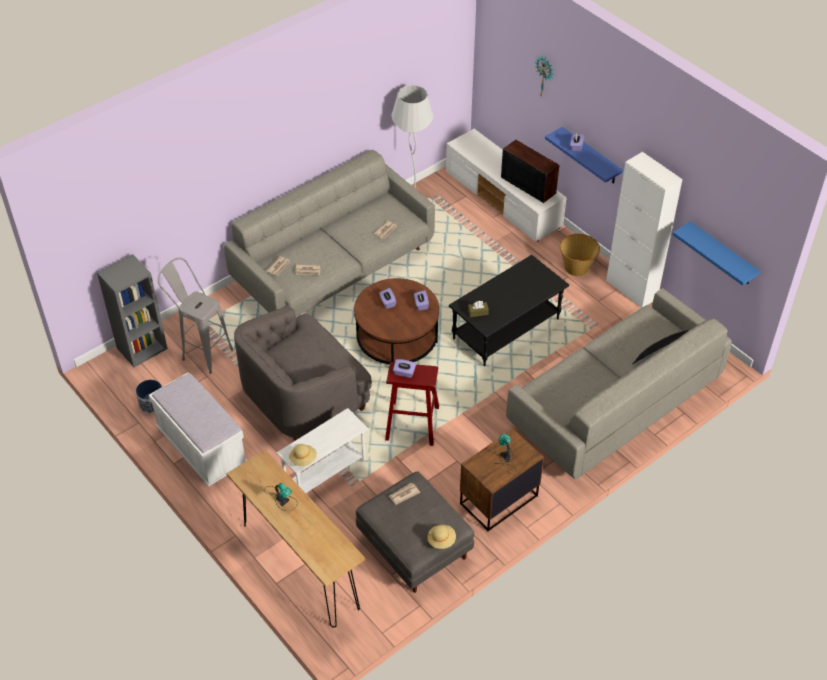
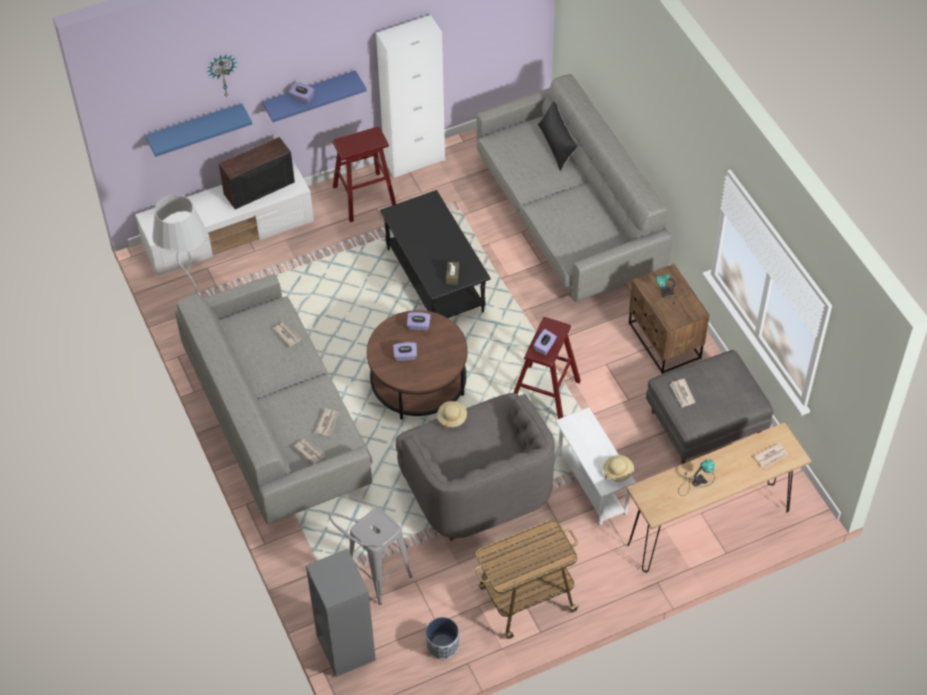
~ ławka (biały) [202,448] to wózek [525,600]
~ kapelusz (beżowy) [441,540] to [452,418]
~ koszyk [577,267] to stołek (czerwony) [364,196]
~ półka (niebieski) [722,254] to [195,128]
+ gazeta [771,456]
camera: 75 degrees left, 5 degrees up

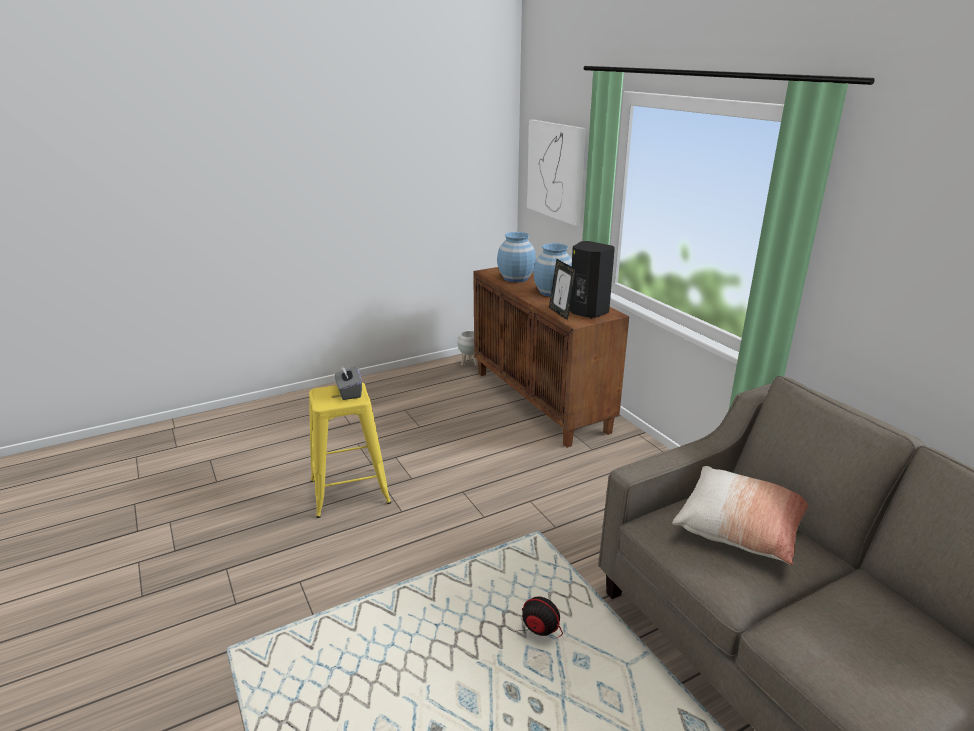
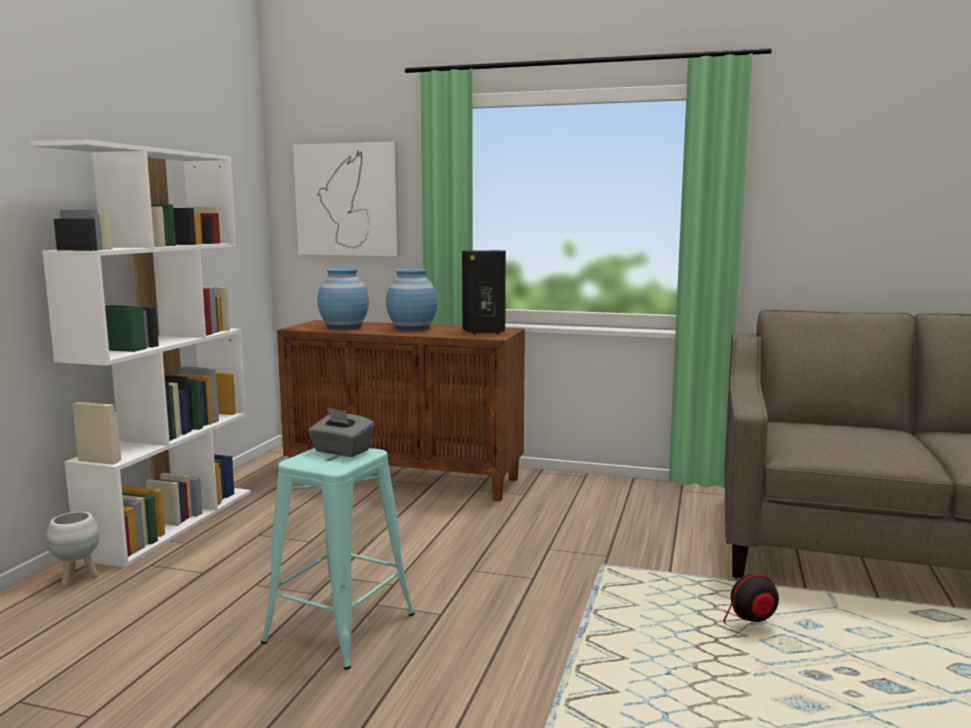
~ stołek (żółty) [350,492] to stołek (turkusowy) [340,628]
~ donica (biały) [469,363] to [78,579]
- ramka na zdjęcie [560,313]
- poduszka [740,528]
+ regał (biały) [171,522]
camera: 45 degrees left, 15 degrees down

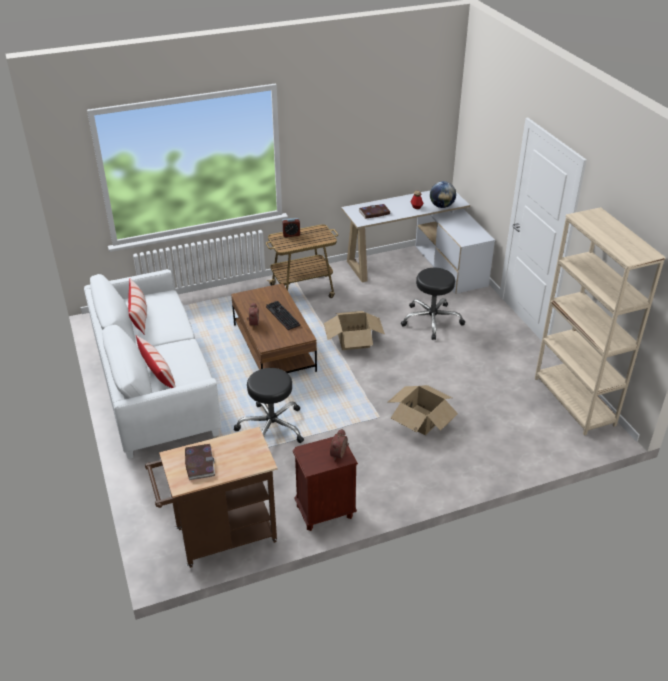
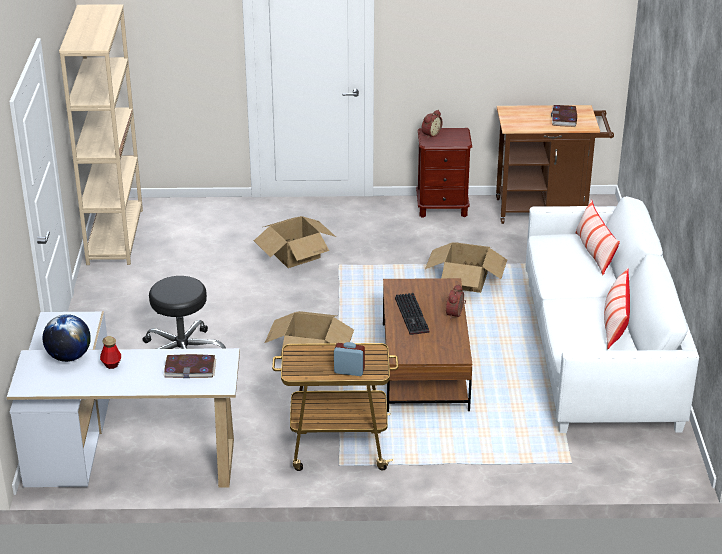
~ stołek (czarny) [271,427] to karton [465,280]
camera: 160 degrees left, 5 degrees down

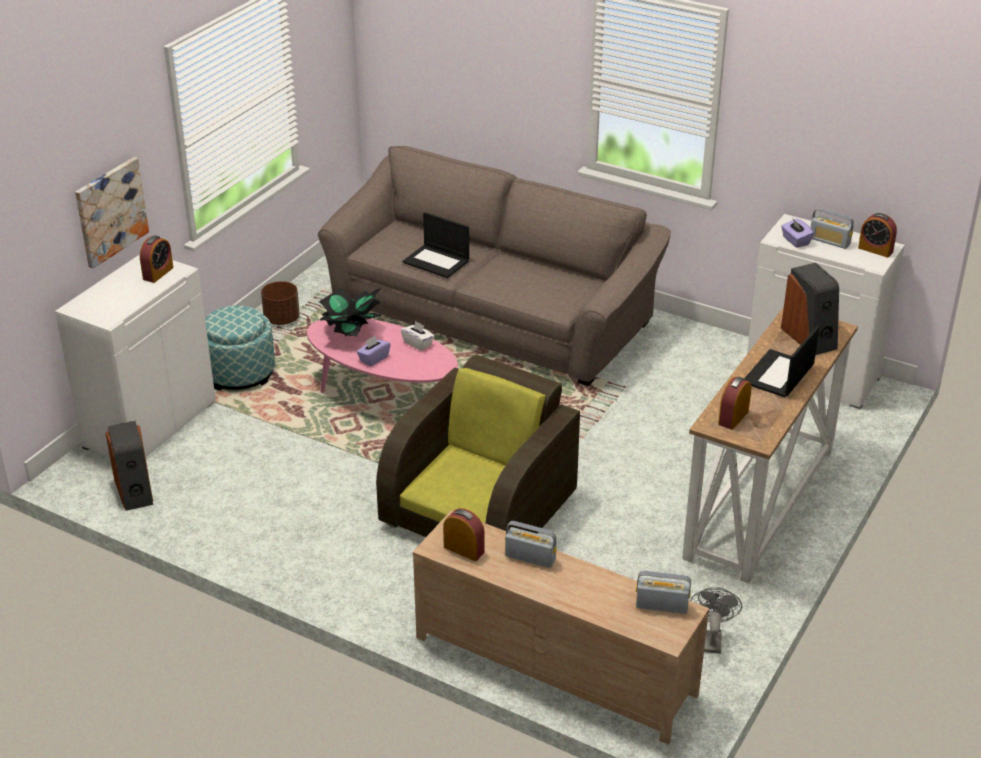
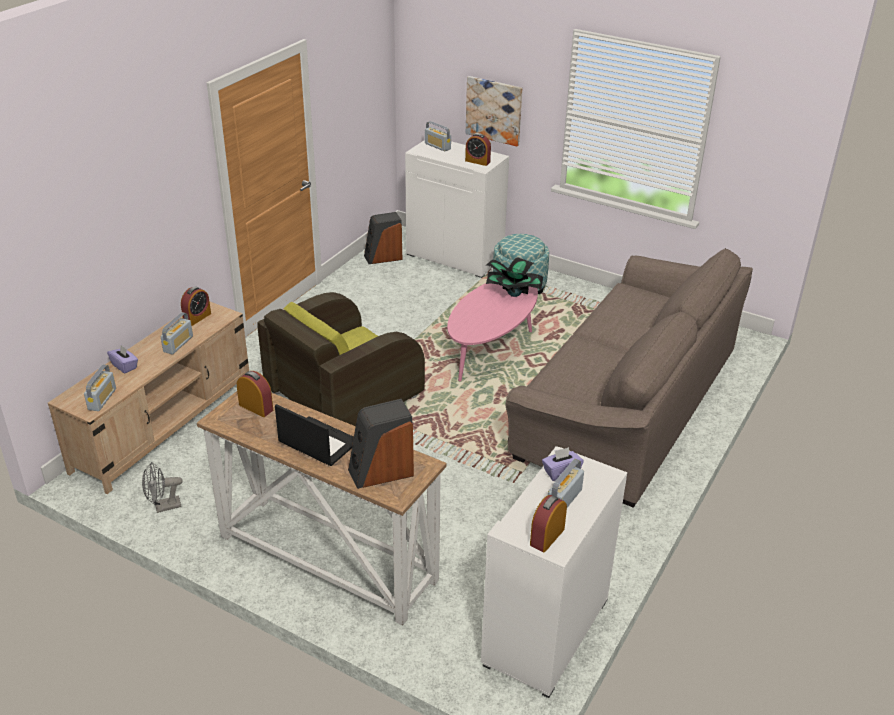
- donica (brązowy) [281,319]
~ pudełko chusteczek (fioletowy) [373,359] to [125,366]
~ fotel (brązowy) [480,510] = [343,394] 105 degrees clockwise
- pudełko chusteczek (biały) [418,343]
- laptop [437,261]
~ wentylator (szary) [711,639] = [163,507] 150 degrees clockwise
+ radio [437,146]
camera: 90 degrees right, 0 degrees up

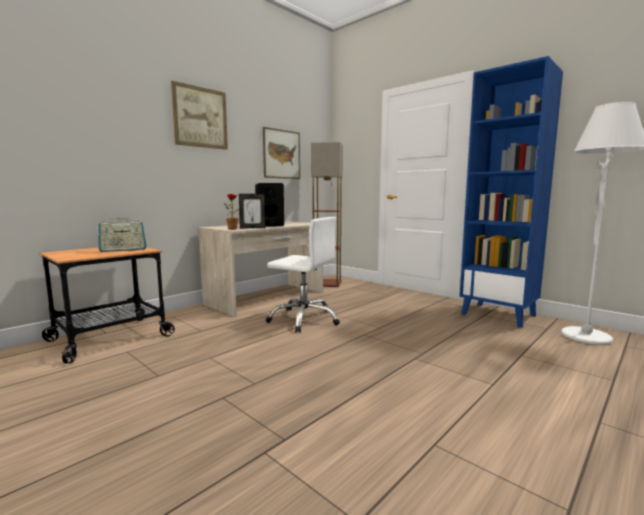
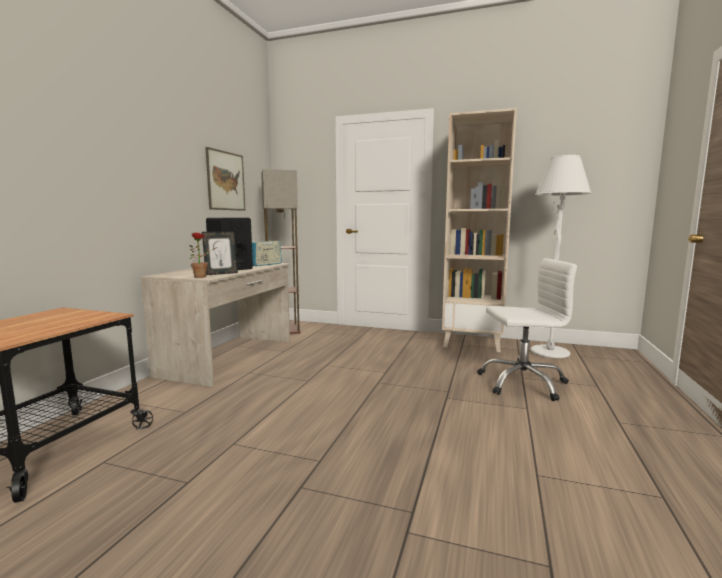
~ radio [123,250] to [266,264]
- obraz [200,117]
~ krzesło biurowe (biały) [304,319] to [522,383]
~ regał (niebieski) [499,315] to regał (beżowy) [473,343]
camera: 25 degrees left, 0 degrees up

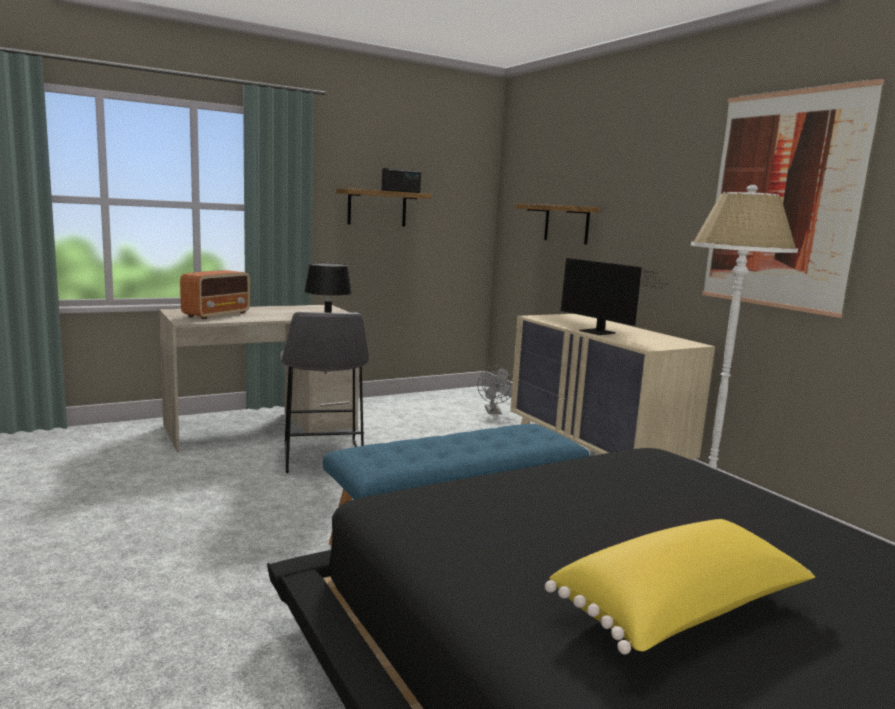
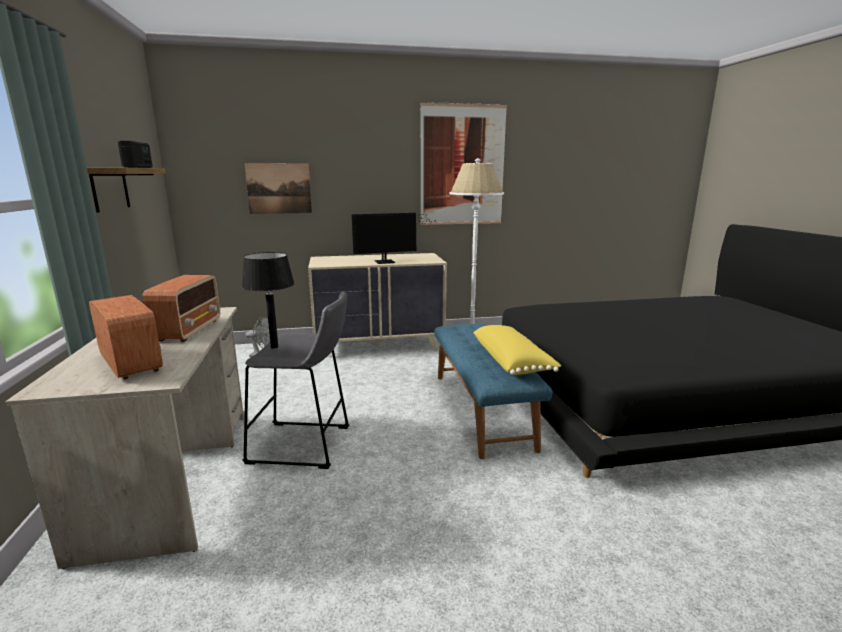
~ półka [566,224] to obraz [279,188]
~ poduszka (żółty) [682,613] to [512,361]
+ radio [189,330]
camera: 70 degrees left, 5 degrees up

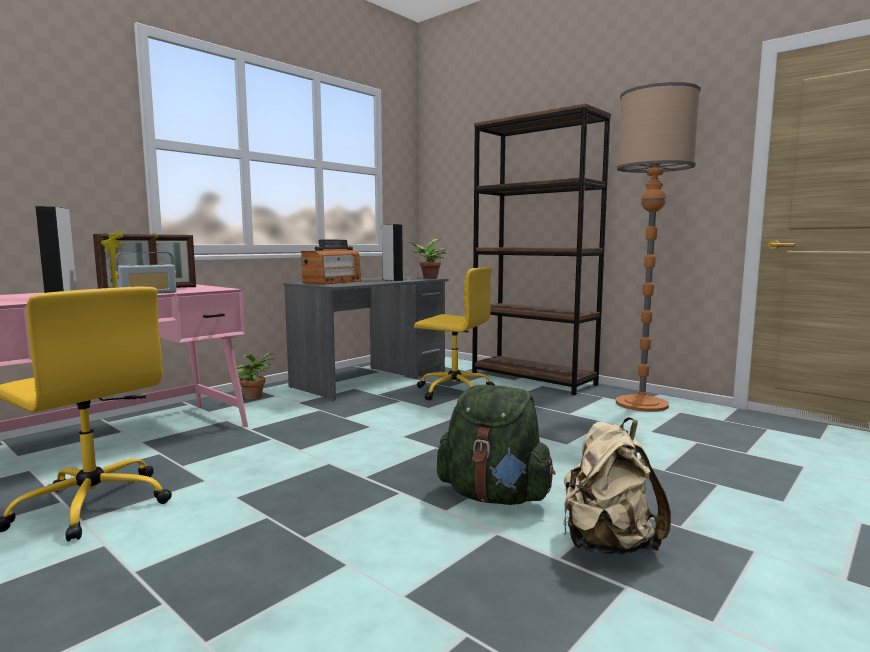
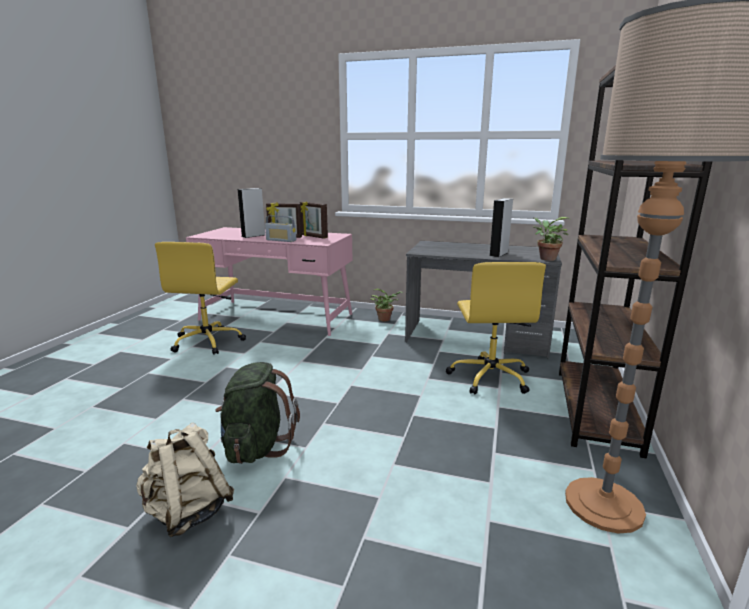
- radio [332,282]
camera: 65 degrees right, 10 degrees up

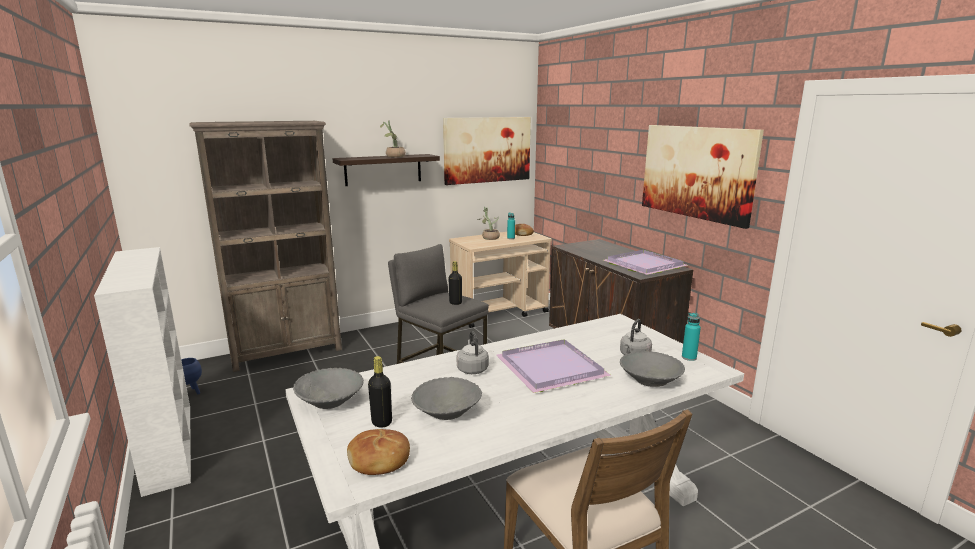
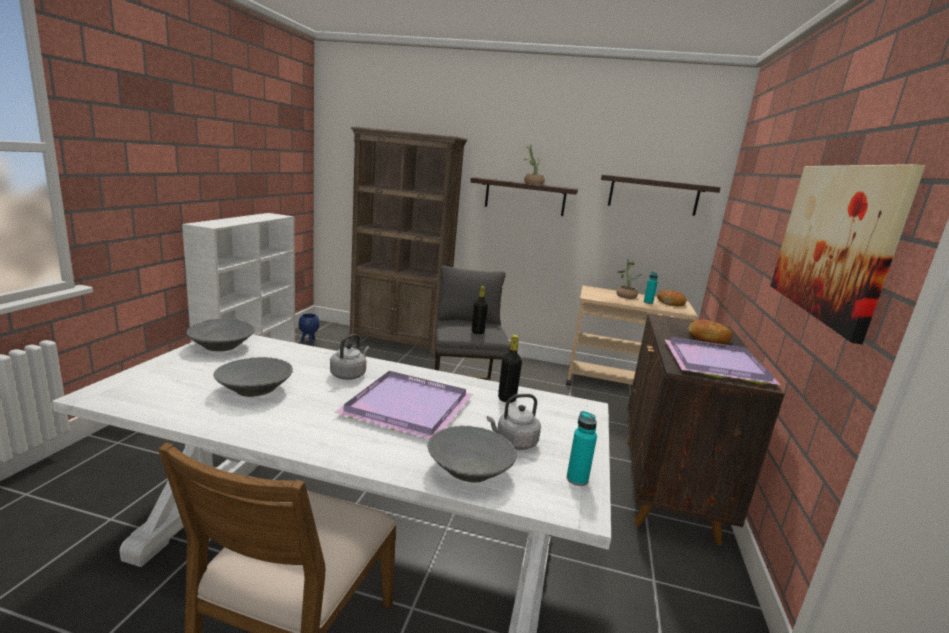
~ chleb [379,460] to [708,338]
~ butelka (czarny) [382,422] to [507,398]
~ obraz [487,150] to półka [653,195]
camera: 40 degrees right, 0 degrees up

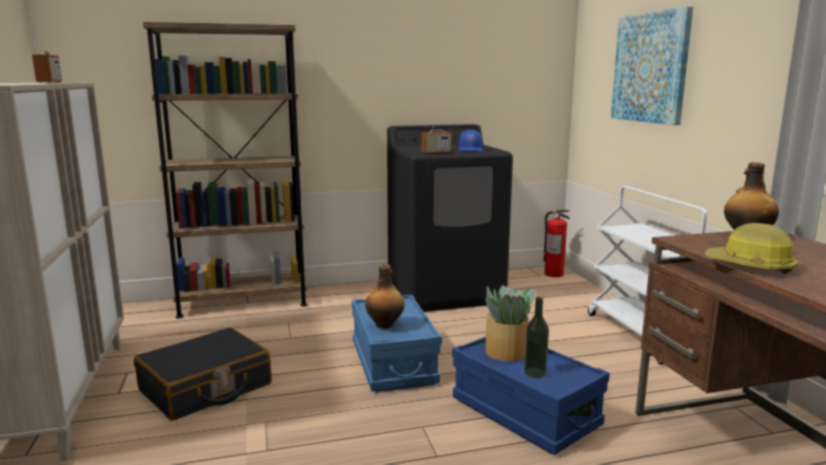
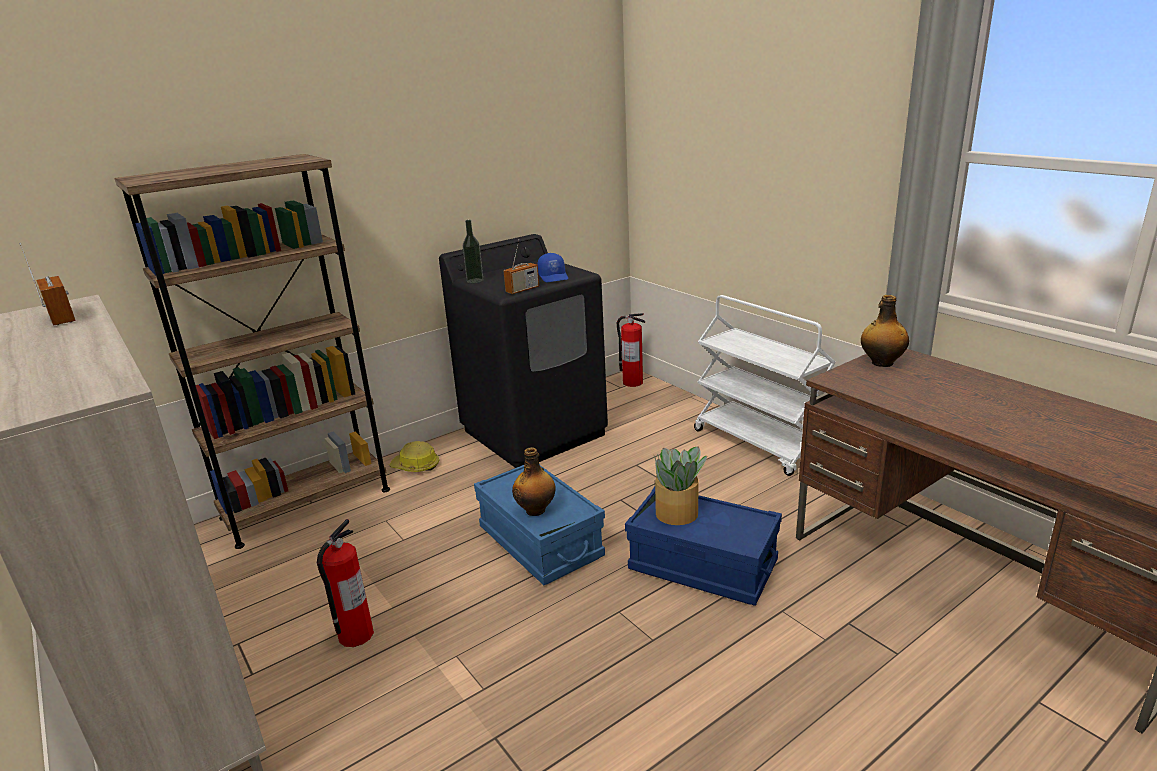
~ walizka (czarny) [206,388] to gaśnica [355,635]
~ butelka [535,372] to [475,281]
- obraz [650,68]
~ kask [750,266] to [416,466]
camera: 20 degrees left, 10 degrees up

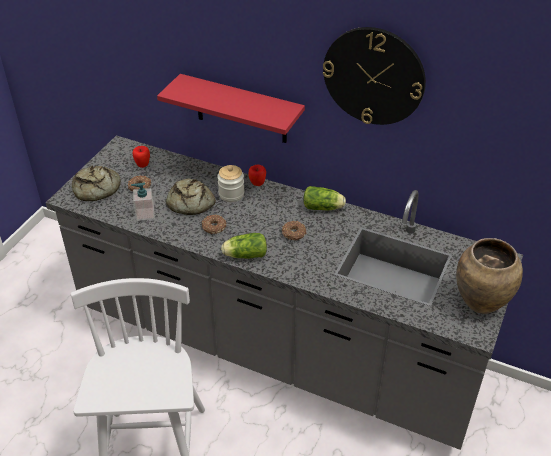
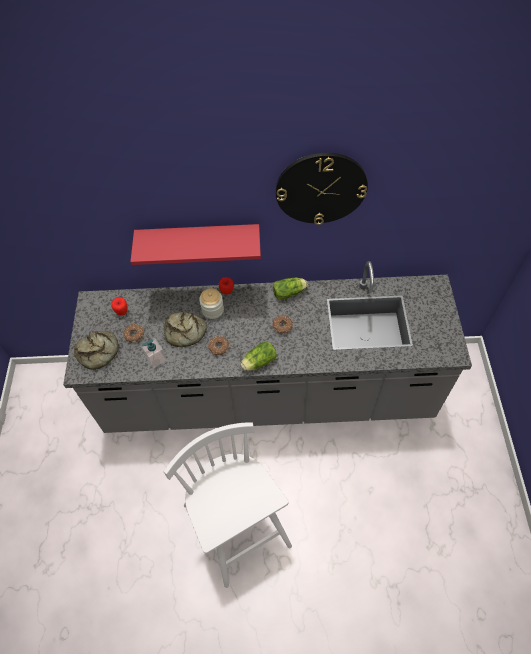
- wazon (brązowy) [481,303]
camera: 25 degrees left, 15 degrees up

